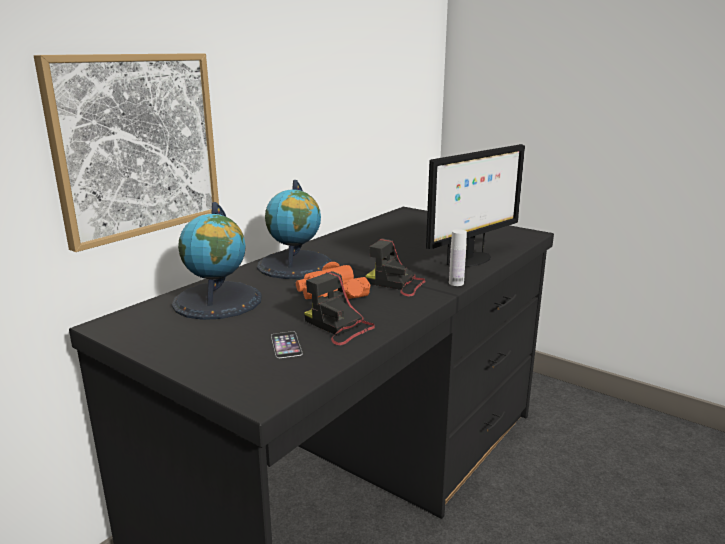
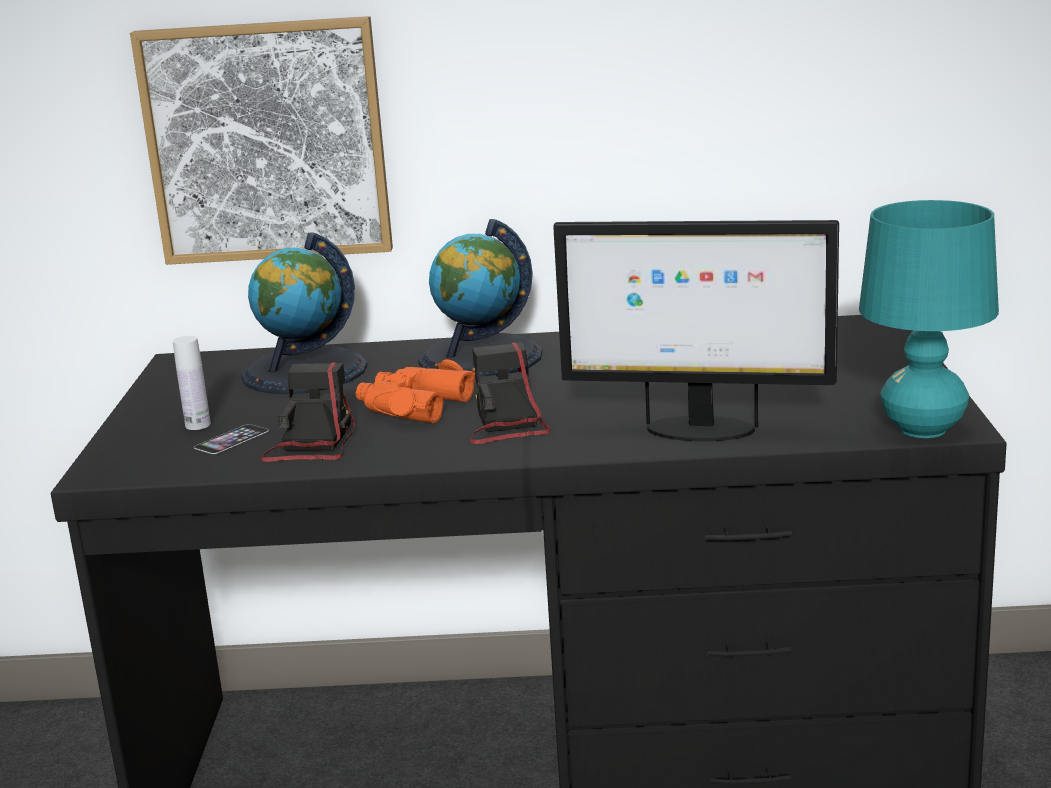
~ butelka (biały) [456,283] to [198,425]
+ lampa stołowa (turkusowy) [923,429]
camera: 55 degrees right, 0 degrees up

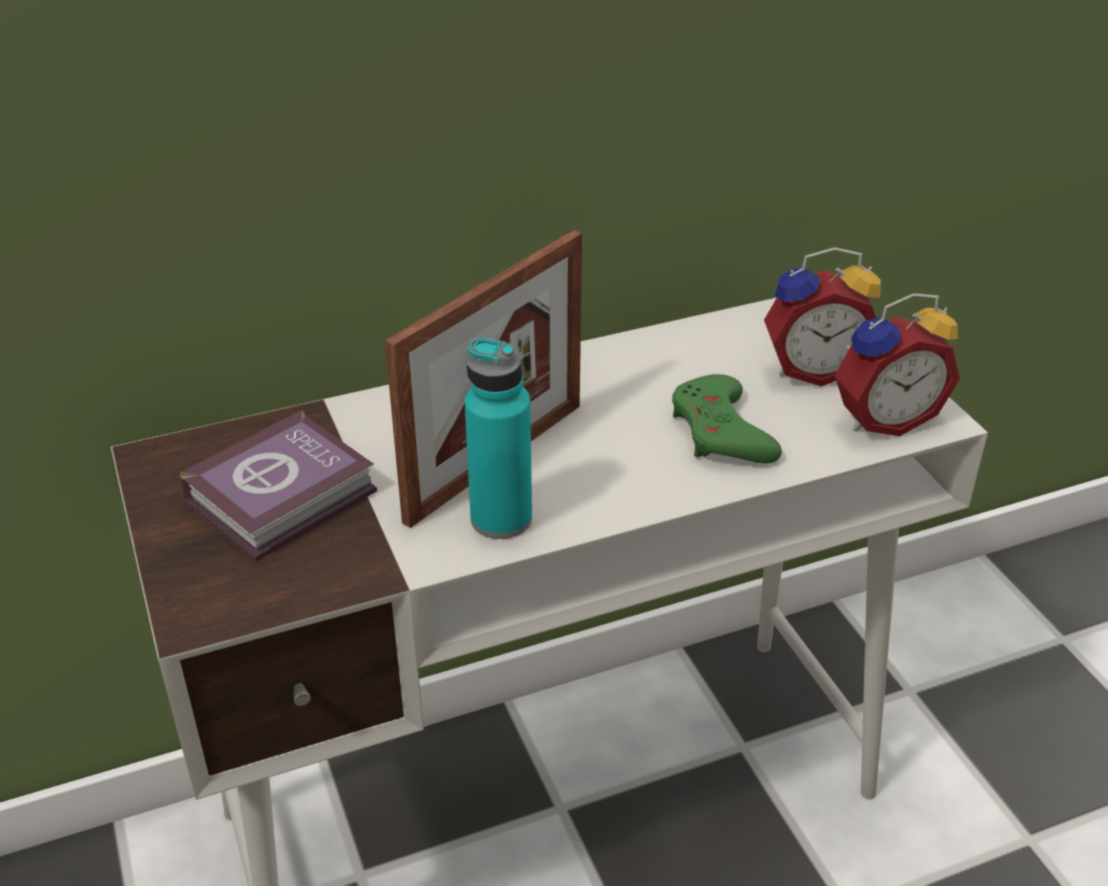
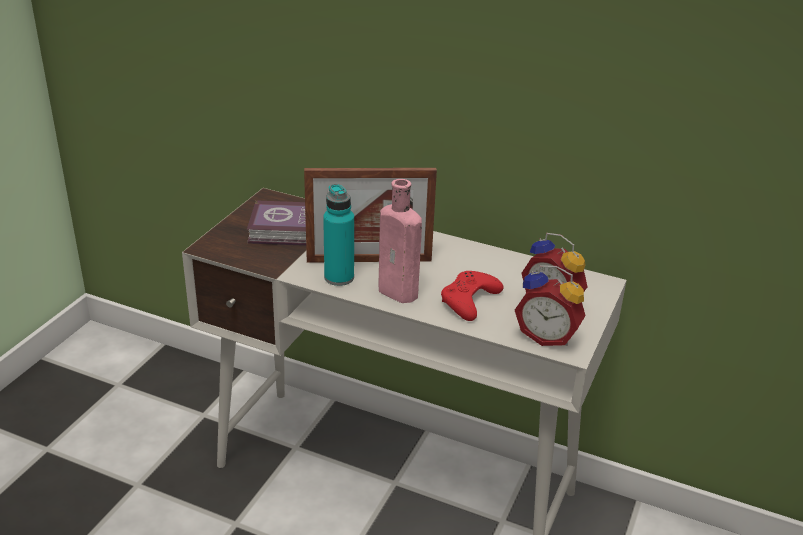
~ pad do gier (zielony) [721,432] to pad do gier (czerwony) [469,300]
+ butelka (różowy) [400,293]
camera: 45 degrees right, 5 degrees down

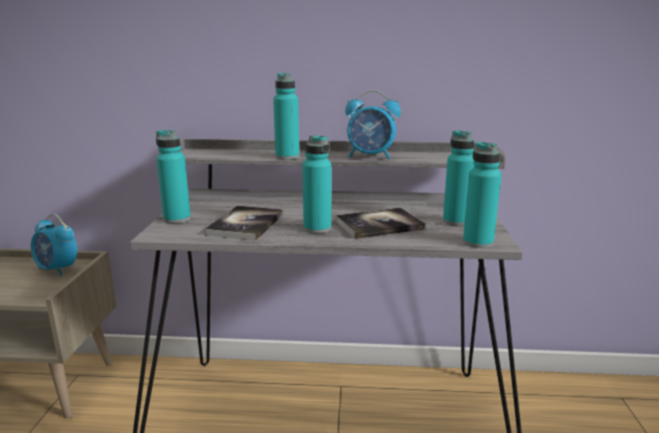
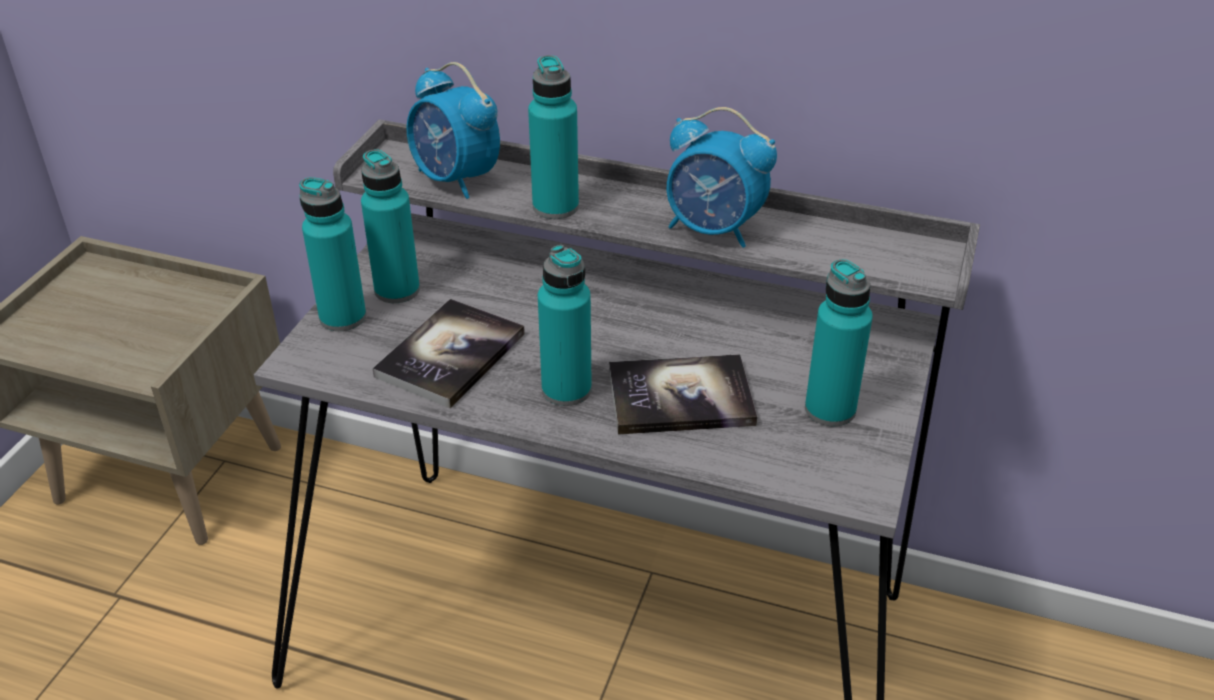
~ budzik [57,269] to [456,180]
~ butelka (turkusowy) [478,242] to [397,290]
camera: 15 degrees right, 20 degrees up

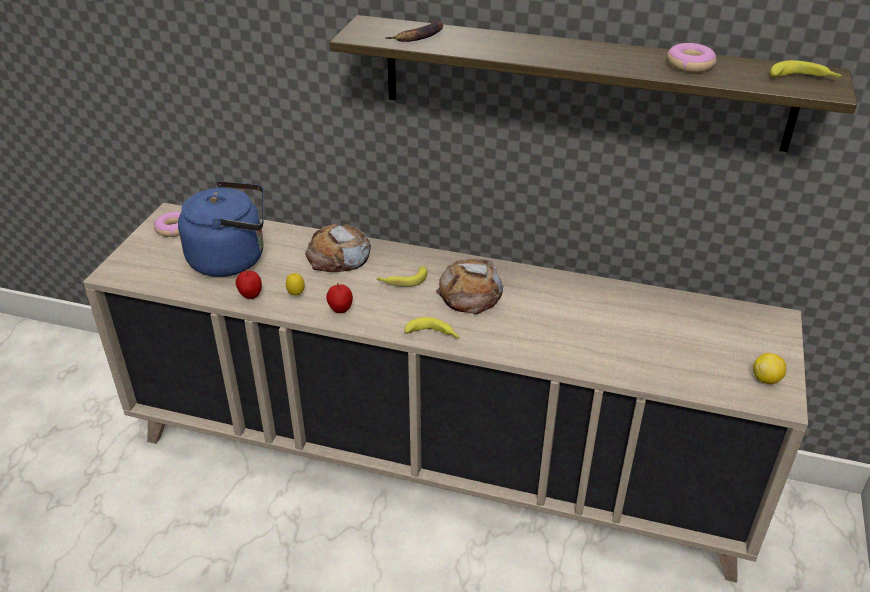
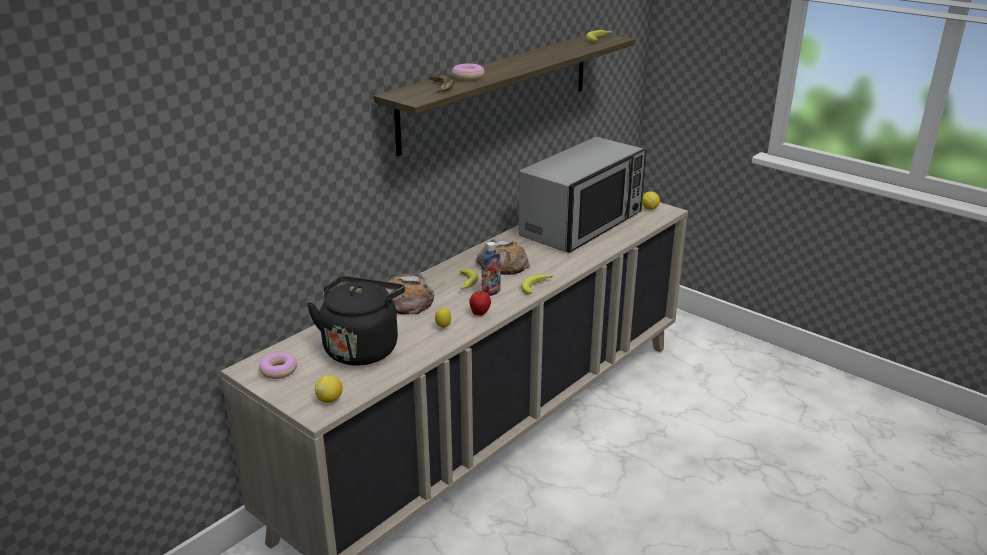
~ czajnik (niebieski) [232,259] to czajnik (czarny) [362,347]
- jabłko [251,296]
~ donut [689,65] to [468,77]
+ cytryna [330,399]
+ butelka [491,292]
+ mikrofalówka [582,224]
camera: 65 degrees left, 10 degrees down

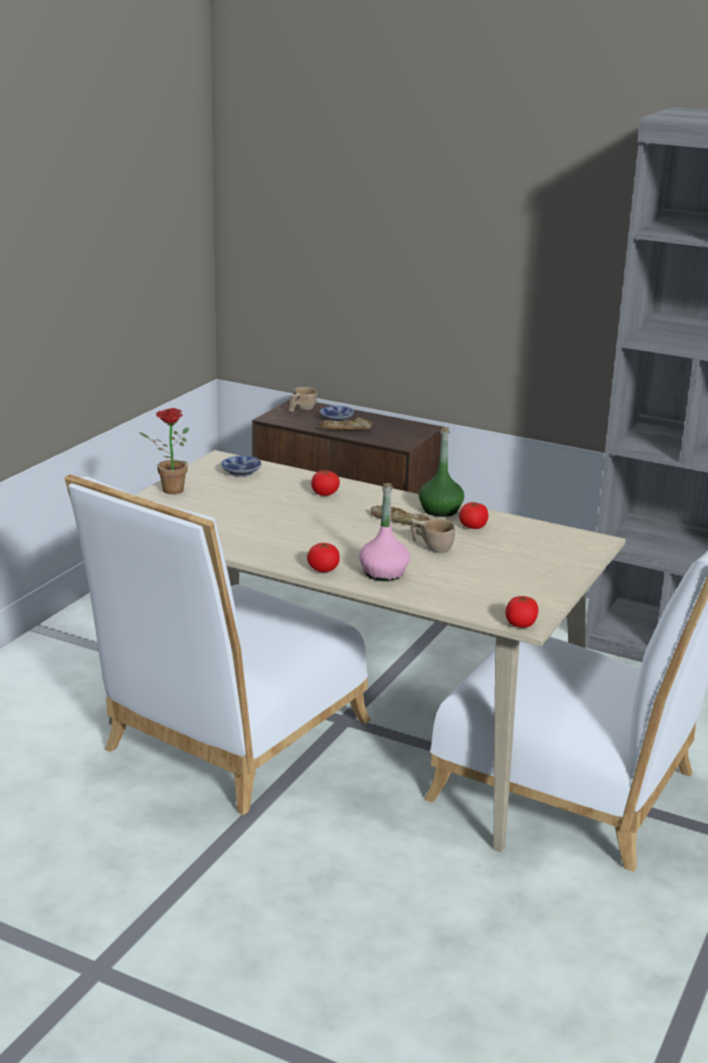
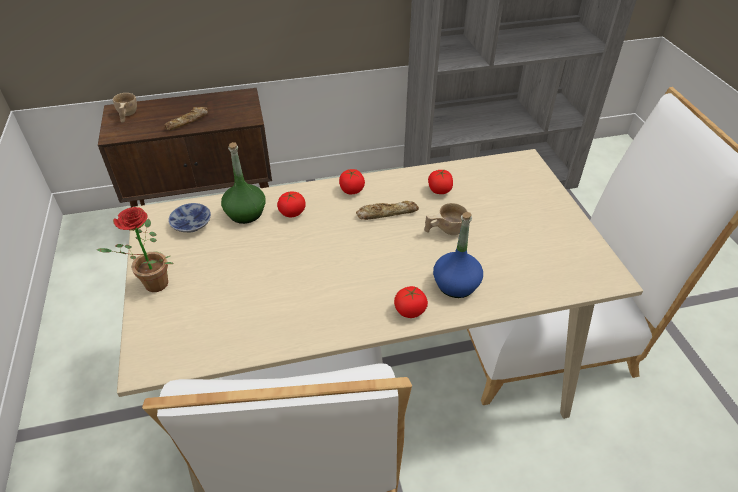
- miska [337,419]
~ butelka (różowy) [383,573] to butelka (niebieski) [456,285]
~ butelka (zielony) [440,510] to [245,213]
~ pomidor [520,624] to [351,190]
camera: 40 degrees left, 20 degrees up

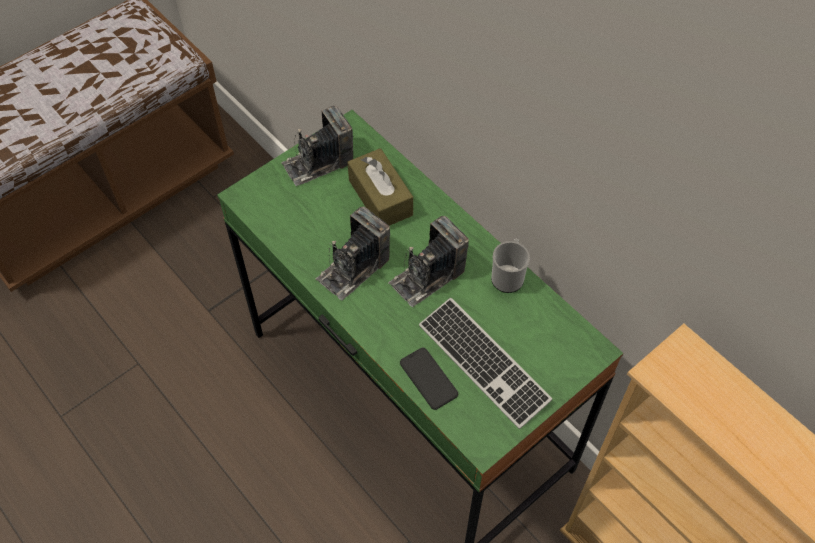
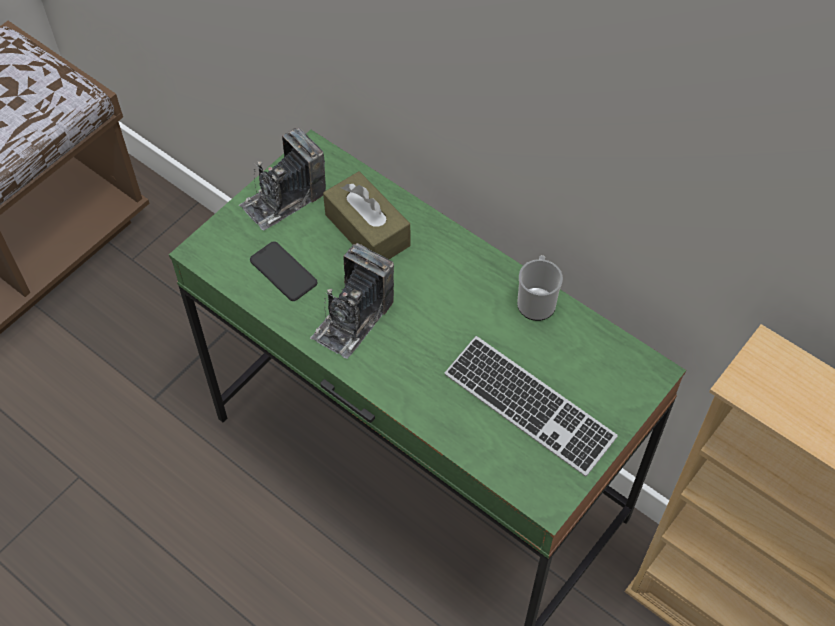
- aparat fotograficzny [427,276]
~ telefon [428,378] to [283,272]
camera: 10 degrees left, 0 degrees up

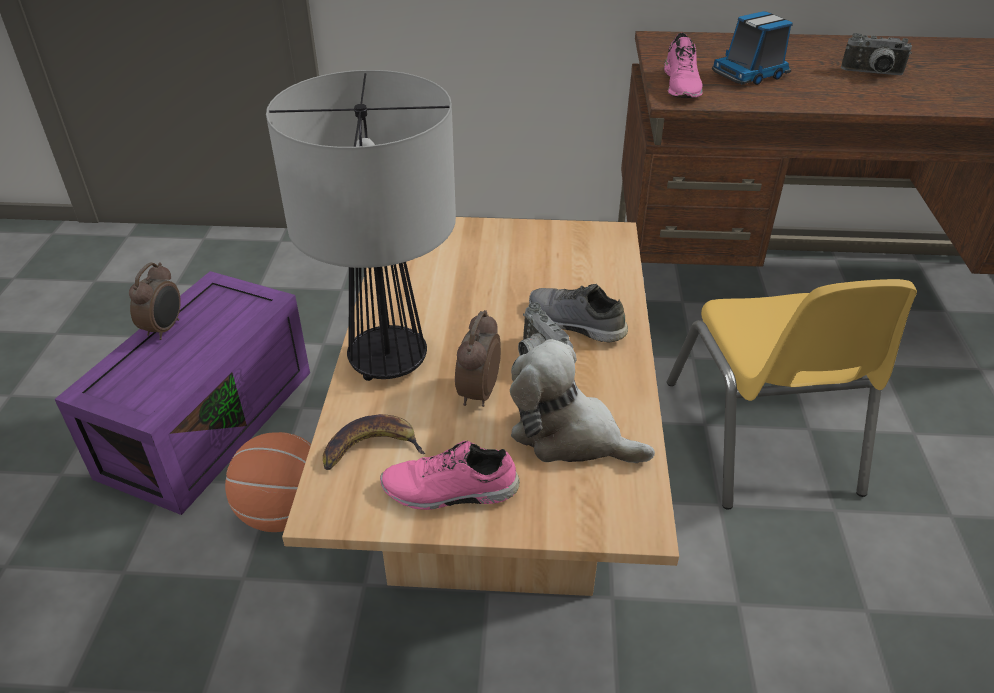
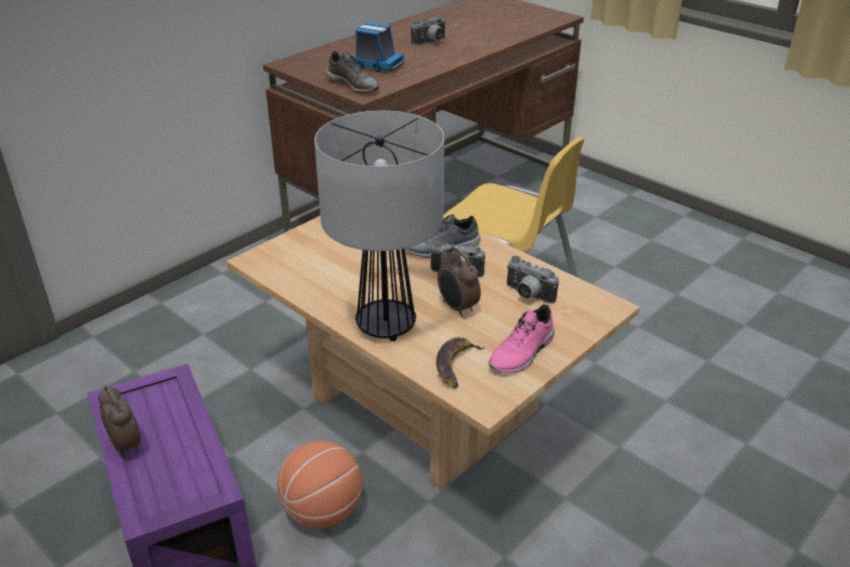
~ pluszak [569,435] to aparat fotograficzny [527,295]
~ but (różowy) [682,85] to but (szary) [354,85]
~ ciężarówka zabawkowa [751,74] = [376,65] 75 degrees counterclockwise
camera: 50 degrees left, 5 degrees down

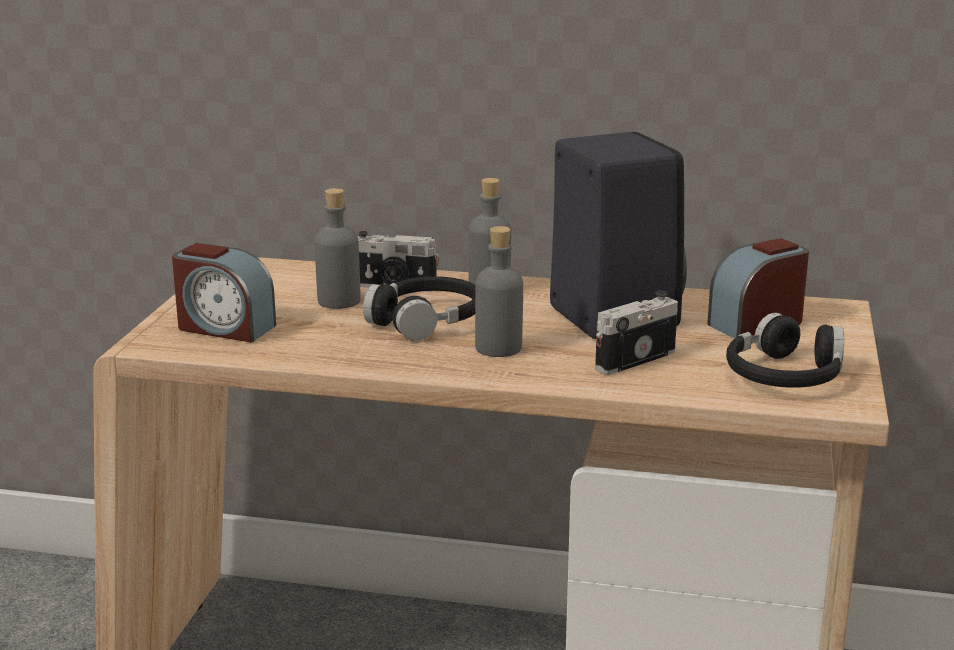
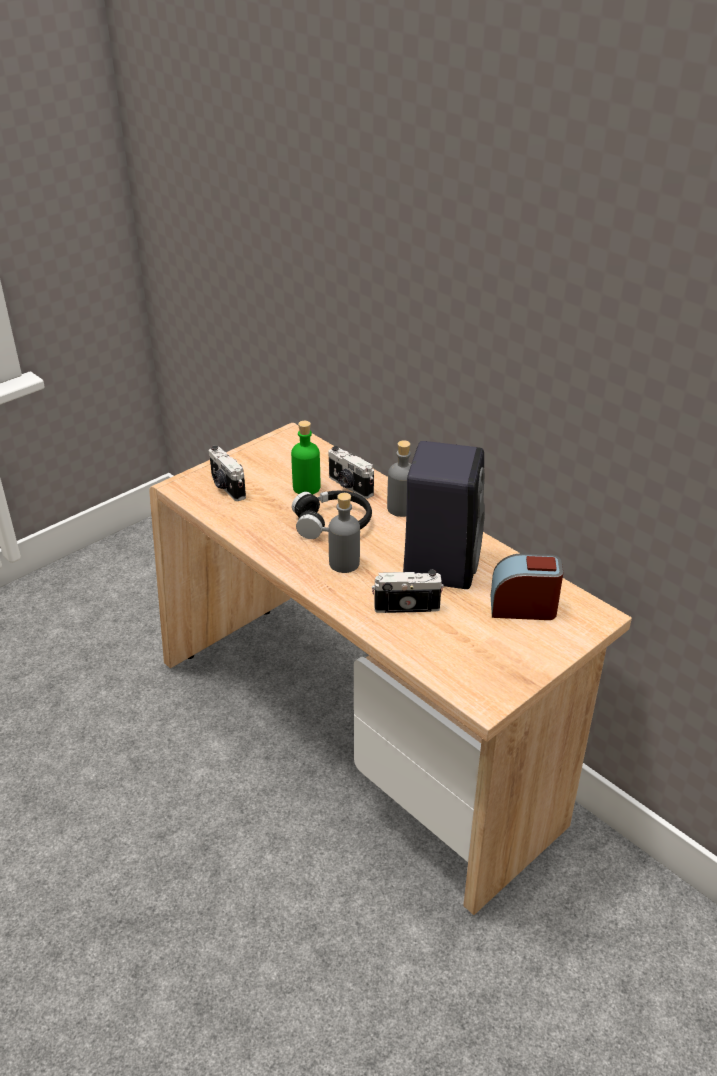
~ budzik [224,328] to aparat fotograficzny [226,487]
~ butelka (szary) [339,301] to butelka (zielony) [306,487]
- słuchawki (czarny) [785,375]
camera: 35 degrees right, 15 degrees up

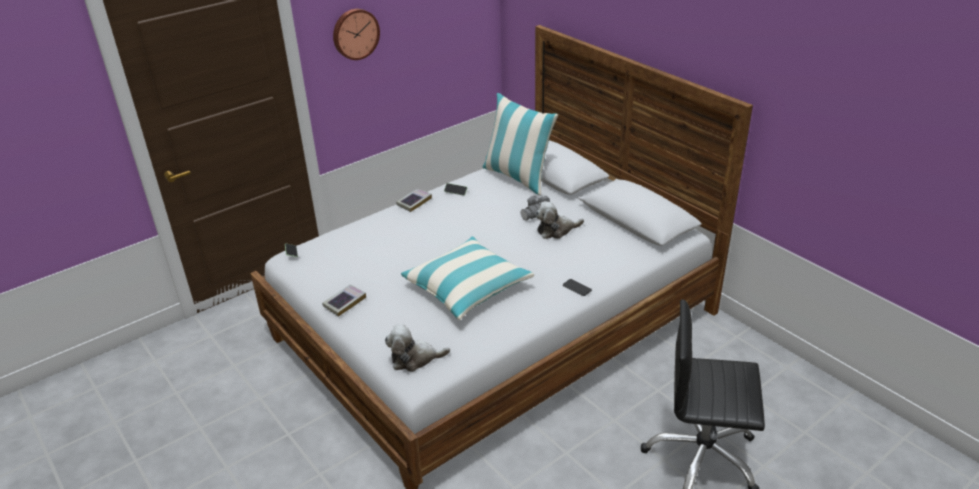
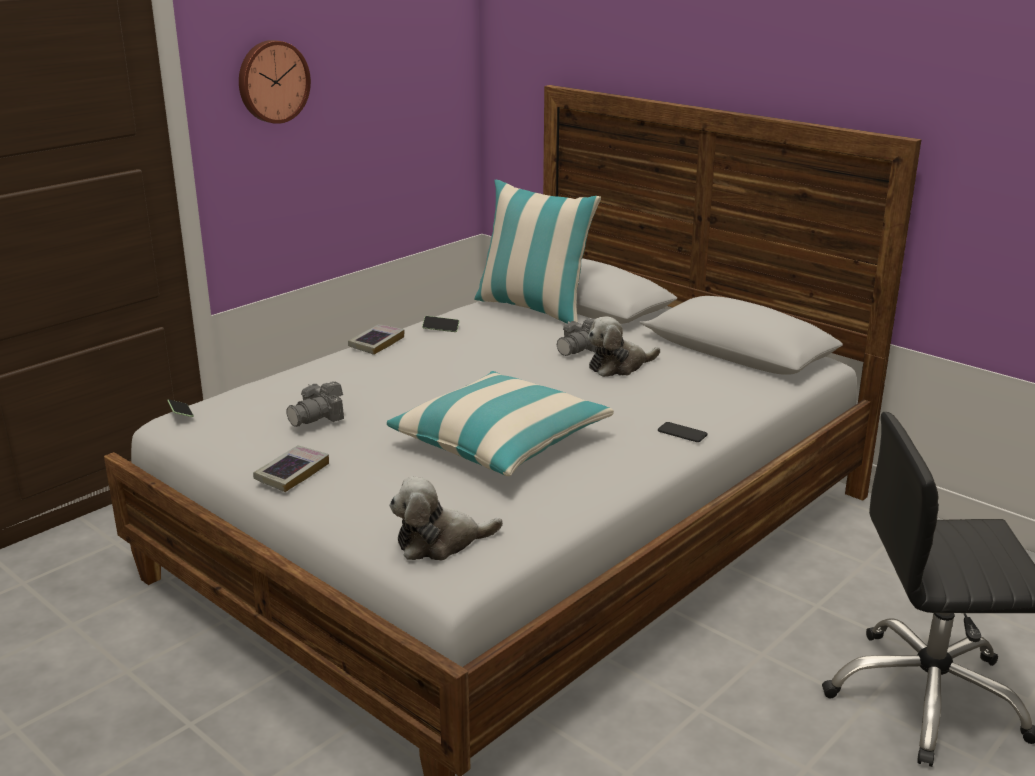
+ aparat fotograficzny [318,417]
camera: 10 degrees left, 10 degrees down

